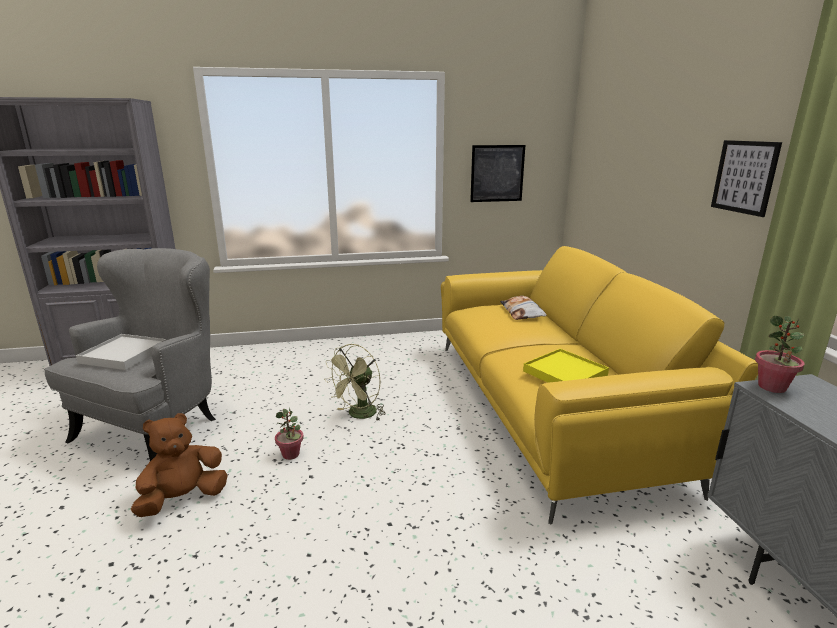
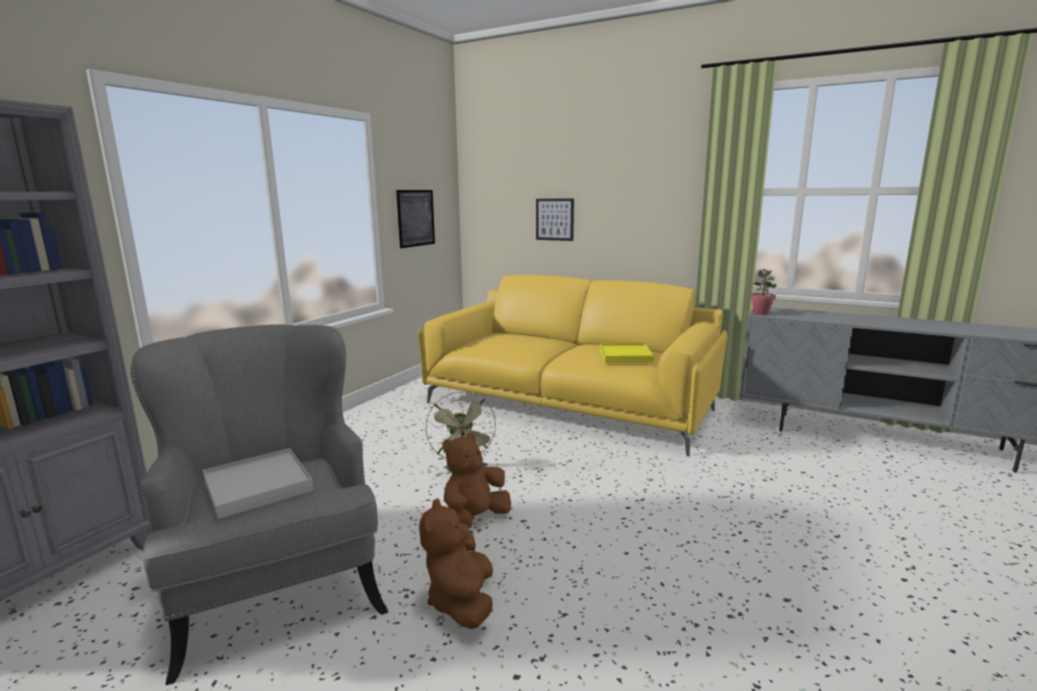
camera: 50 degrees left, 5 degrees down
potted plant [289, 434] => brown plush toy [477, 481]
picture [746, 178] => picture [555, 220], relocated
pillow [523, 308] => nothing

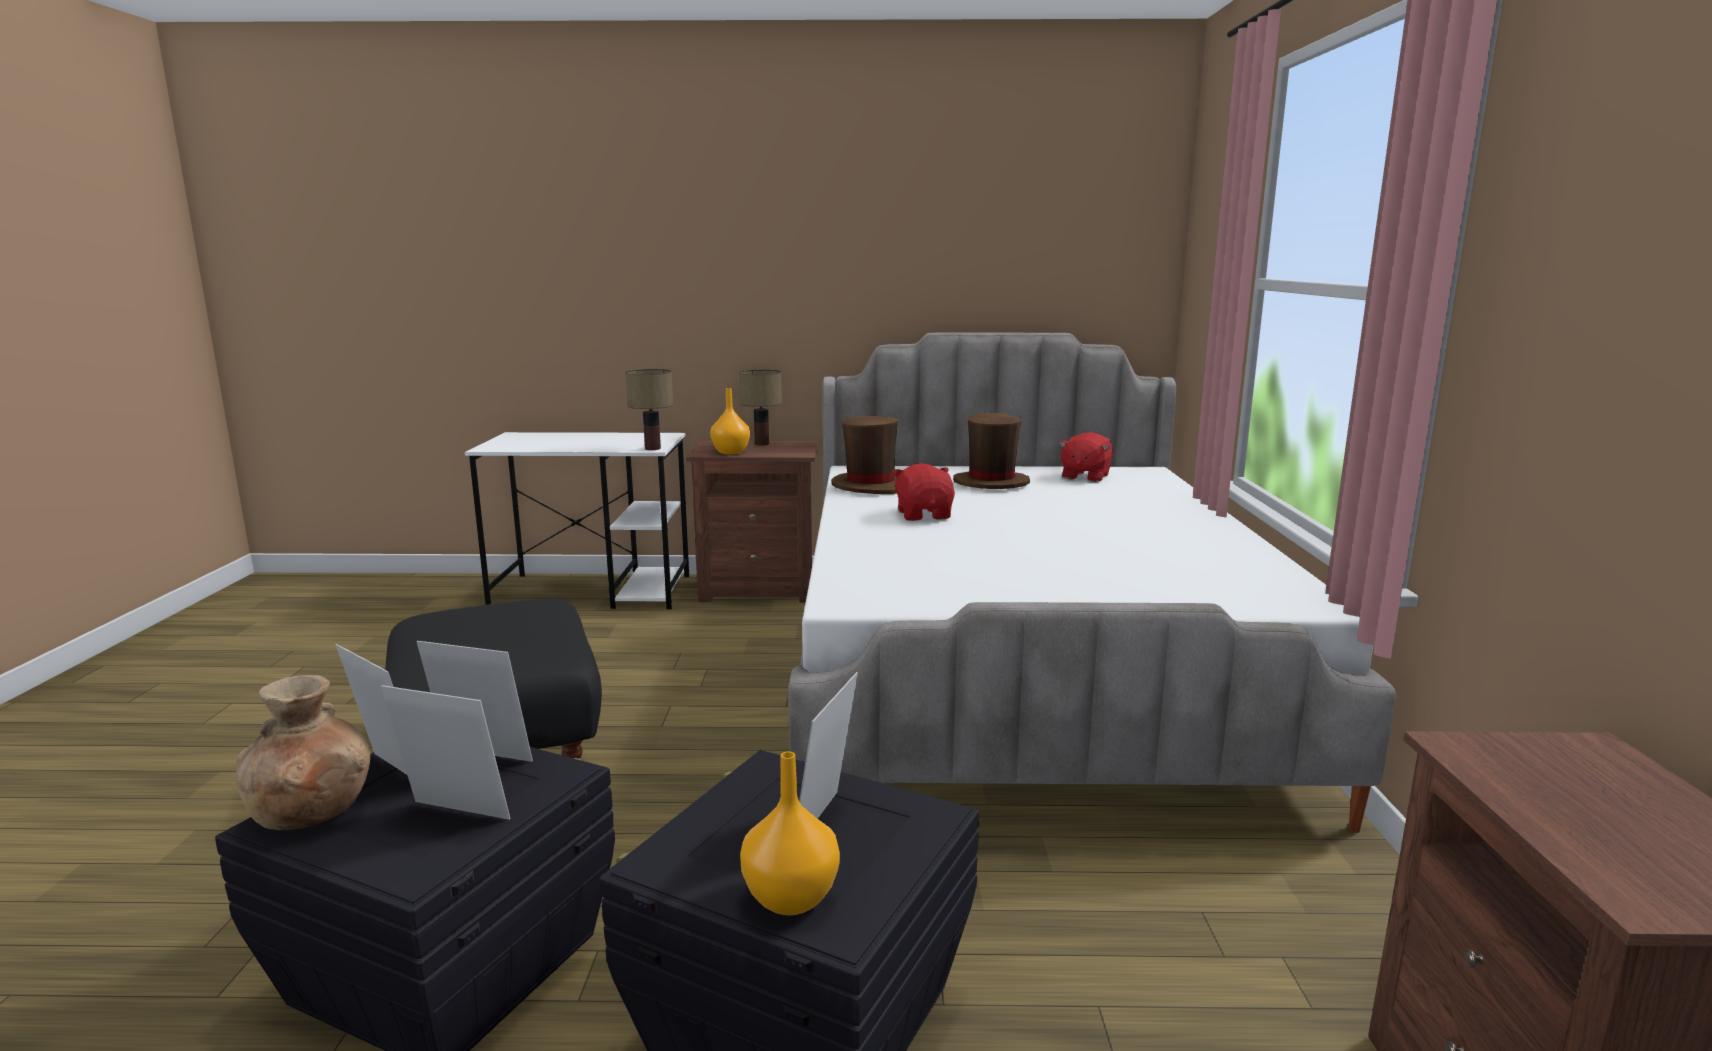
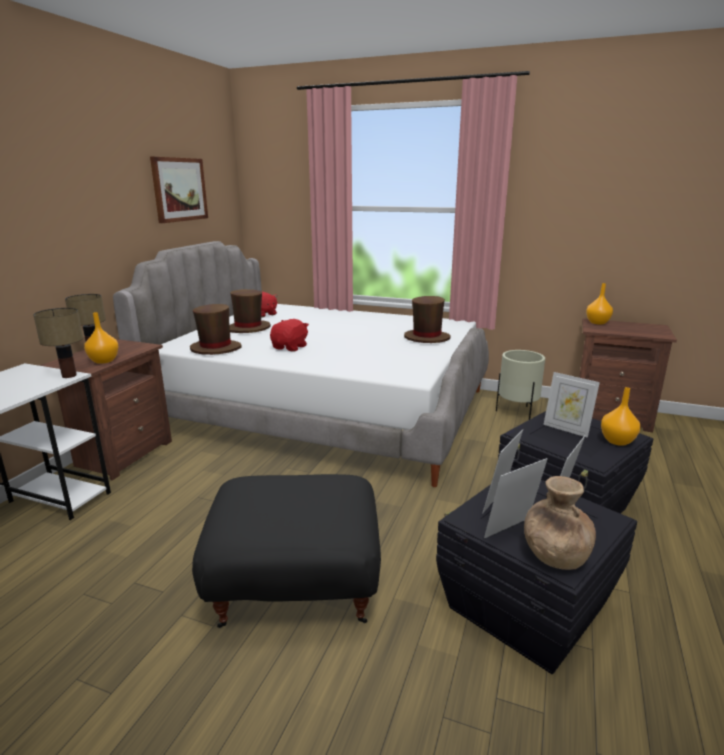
camera: 70 degrees left, 5 degrees up
nothing => picture [179, 190]
red plush toy [923, 492] => red plush toy [289, 335], 105 degrees clockwise
nothing => brown hat [427, 319]
nothing => beige planter [520, 385]
nothing => orange vase [599, 304]

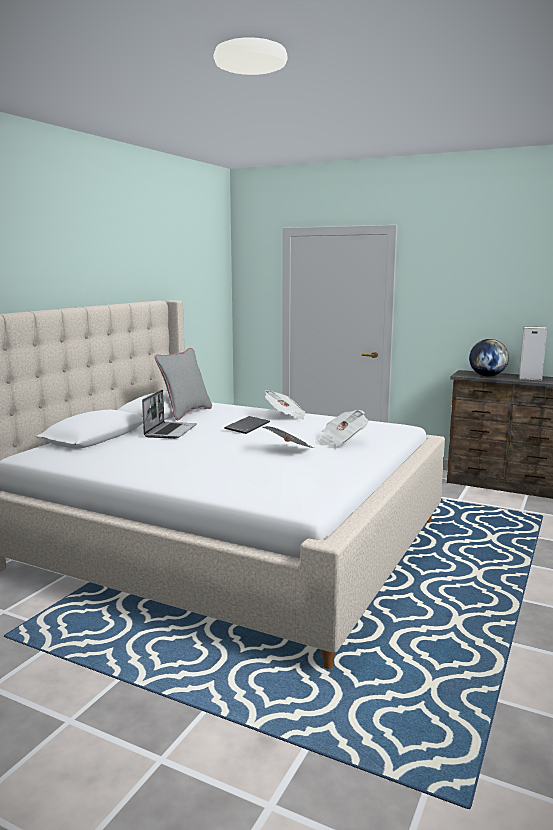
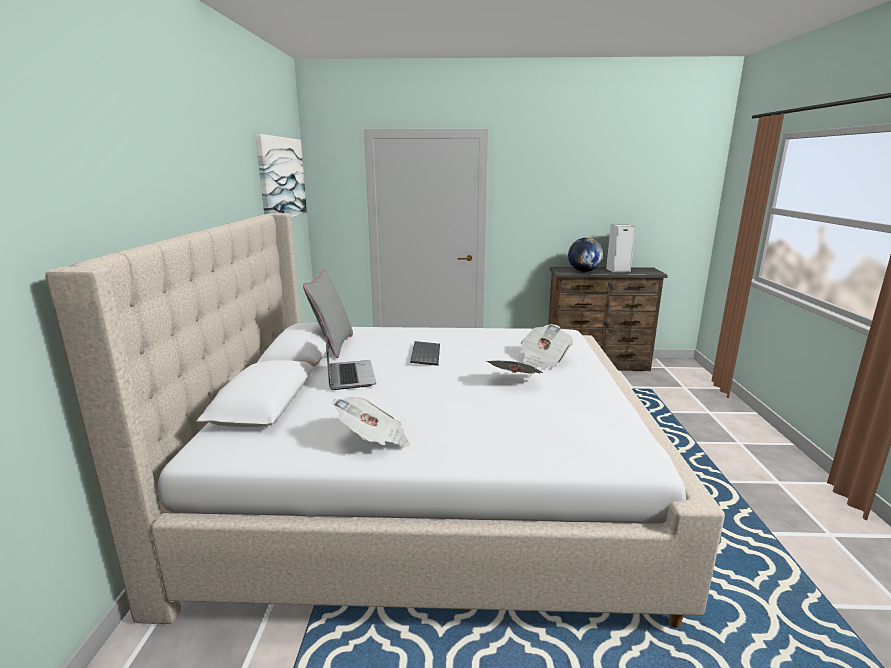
camera: 25 degrees left, 5 degrees up
nothing => picture [281, 175]
newspaper [285, 405] => newspaper [371, 421], relocated

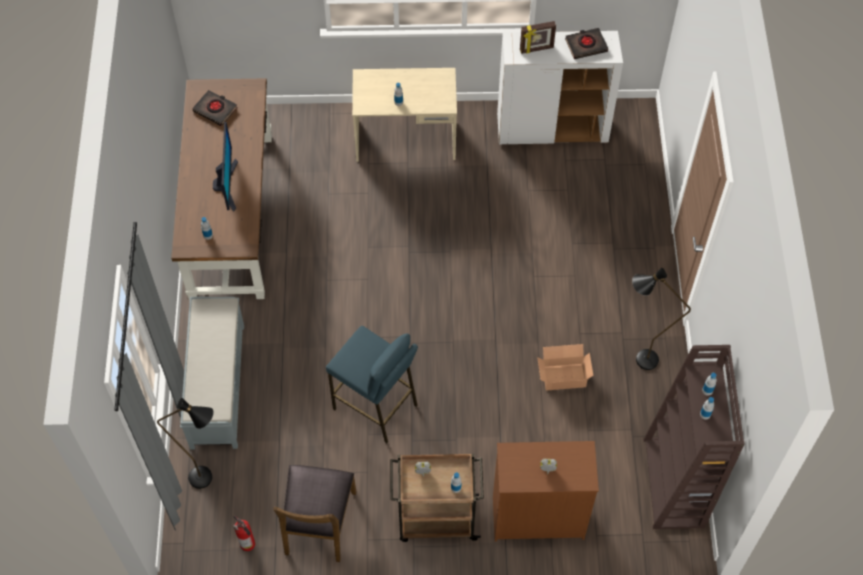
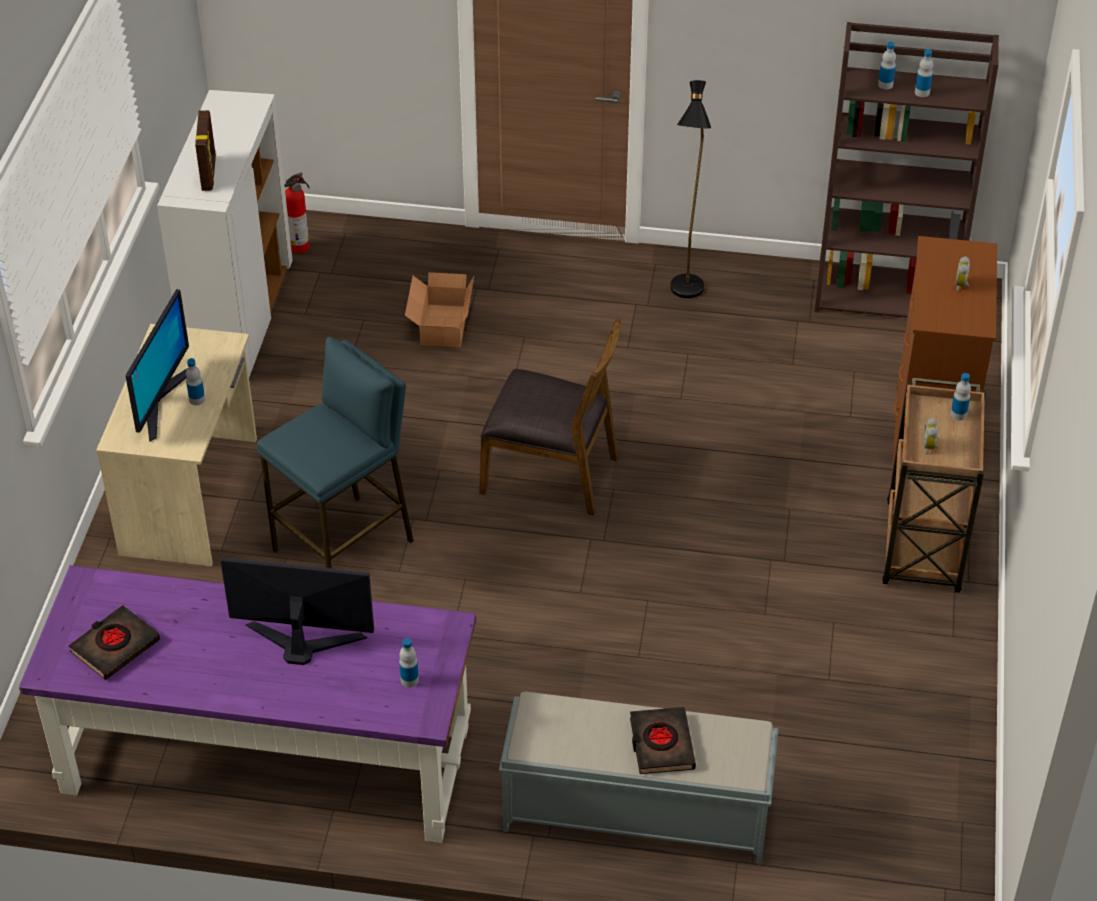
camera: 80 degrees left, 15 degrees down
brown desk [221, 189] => purple desk [247, 704]
nothing => monitor [157, 365]
blue stool [372, 384] => blue stool [335, 453], relocated
fire extinguisher [244, 533] => fire extinguisher [297, 213], relocated
cardboard box [565, 367] => cardboard box [439, 309], relocated
brown chair [315, 513] => brown chair [550, 416], relocated
black book [586, 43] => black book [663, 740], relocated
black floor lamp [185, 443] => nothing

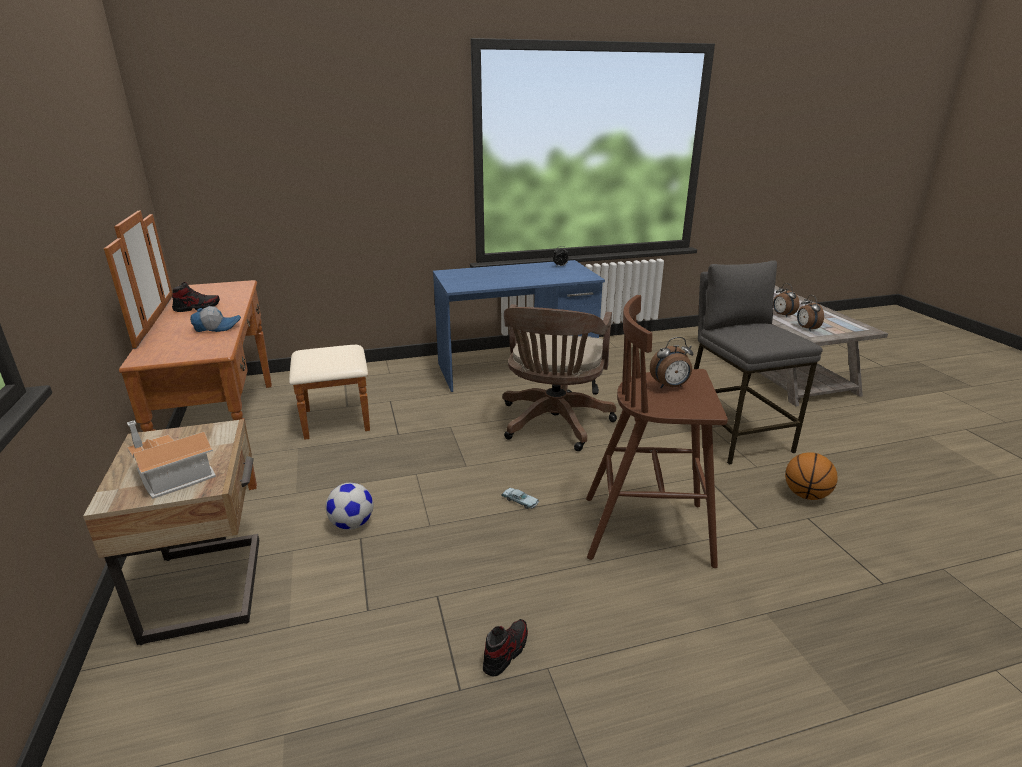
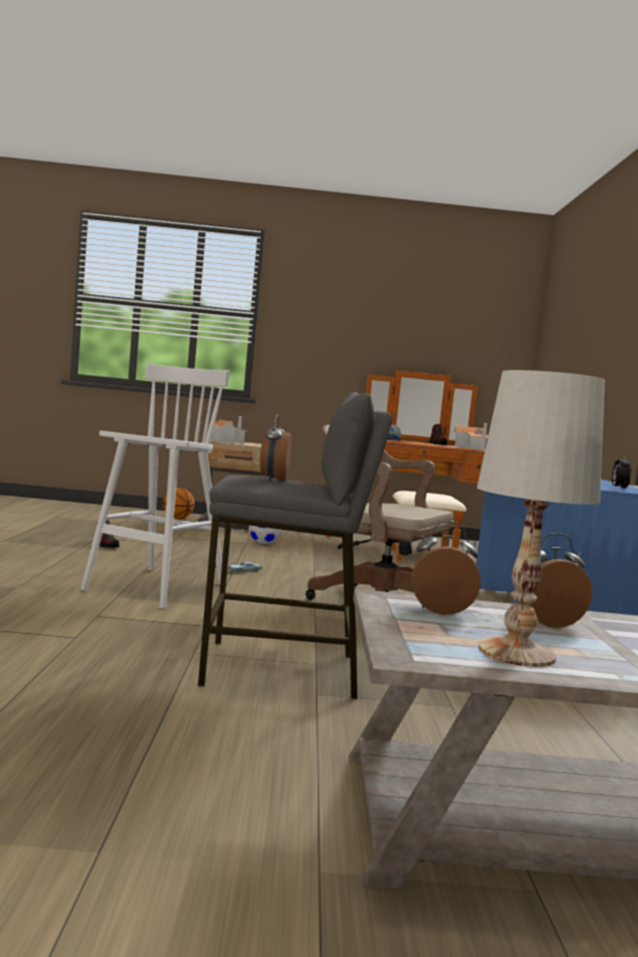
camera: 105 degrees right, 20 degrees down
brown stool [657, 431] => white stool [155, 486]
basketball [811, 476] => basketball [179, 503], relocated
alarm clock [671, 362] => alarm clock [276, 448], relocated
nothing => toy house [470, 436]
nothing => white table lamp [541, 518]

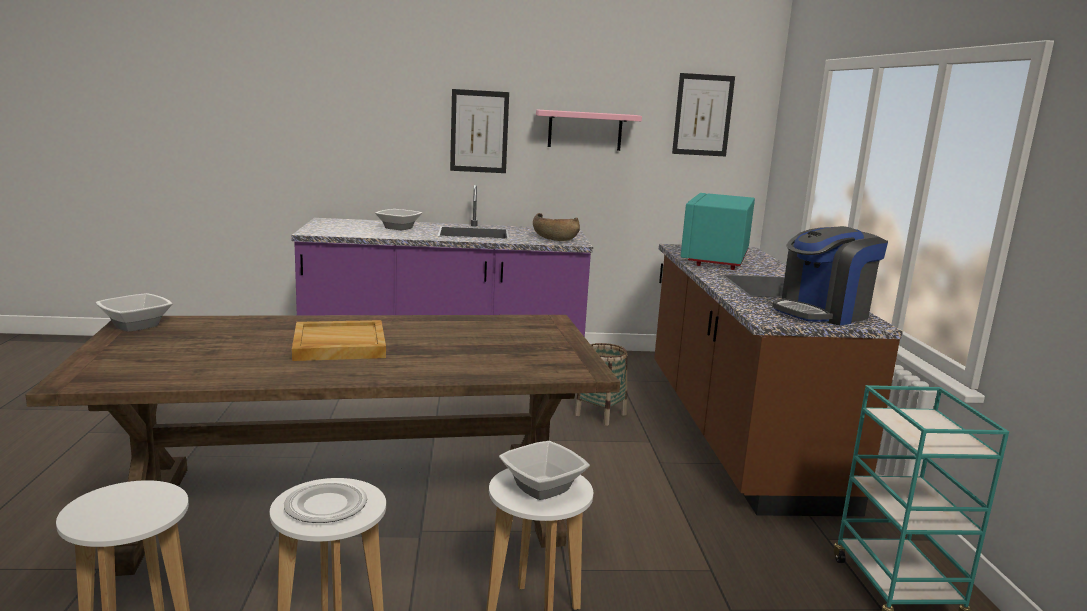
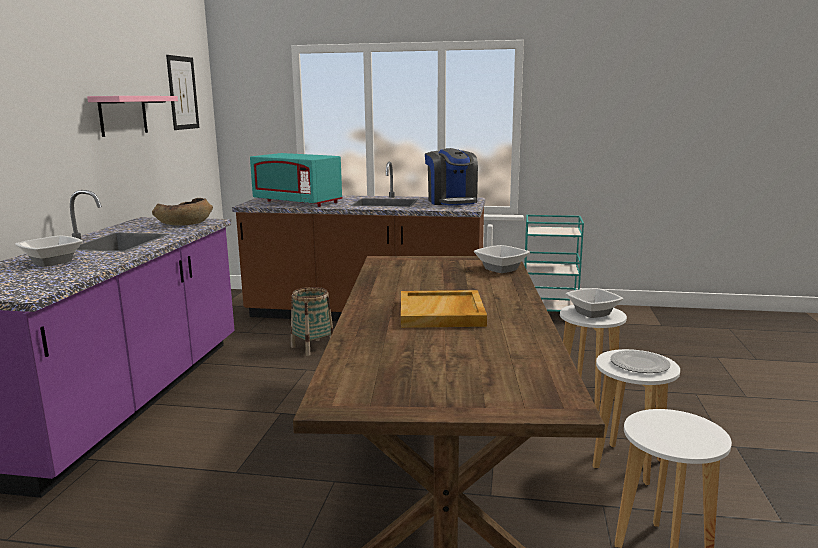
camera: 75 degrees left, 0 degrees up
bowl [134, 312] => bowl [502, 259], relocated
picture [479, 131] => nothing

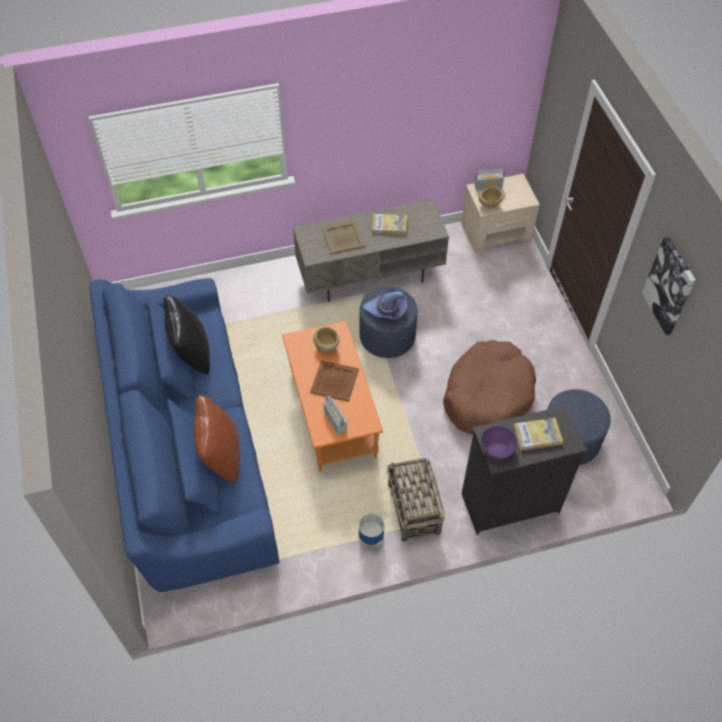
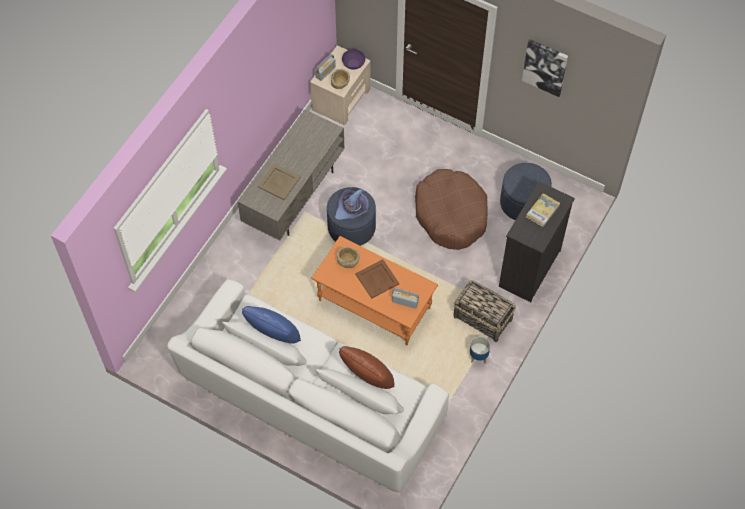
camera: 45 degrees left, 5 degrees up
blue sofa [184, 435] => white sofa [308, 386]
black pillow [186, 335] => blue pillow [271, 324]
purple bowl [499, 442] => purple bowl [353, 59], relocated
book [389, 224] => nothing

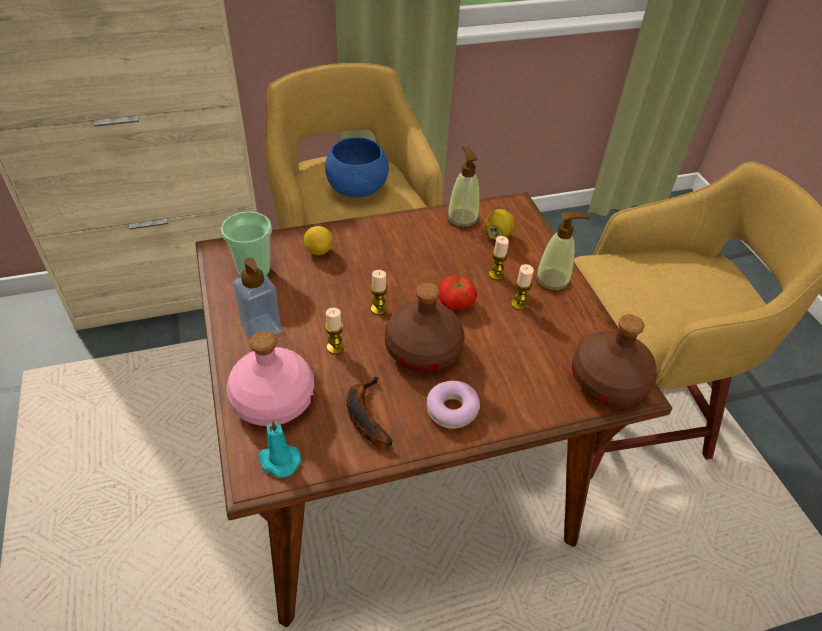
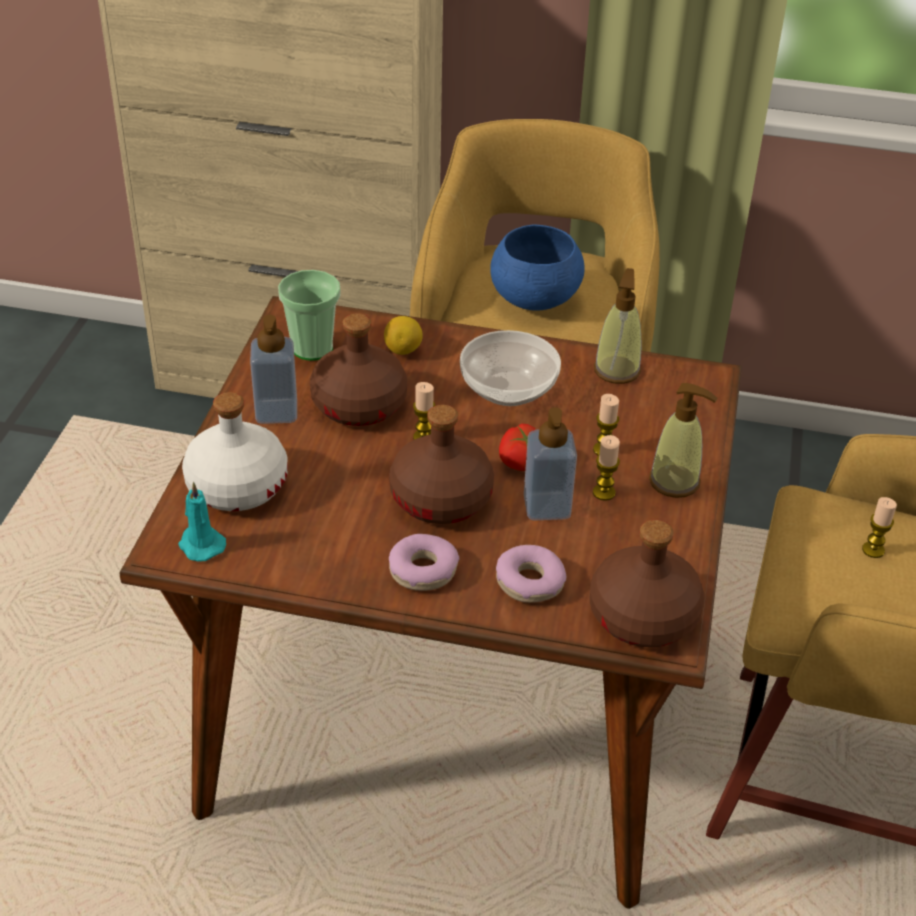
camera: 30 degrees right, 5 degrees down
pink bottle [270, 378] => white bottle [235, 451]
nothing => brown bottle [358, 369]
nothing => bowl [510, 368]
nothing => donut [531, 574]
nothing => soap dispenser [550, 464]
candle [334, 331] => candle [879, 527], relocated
banana [369, 411] => nothing
lemon [499, 224] => nothing

